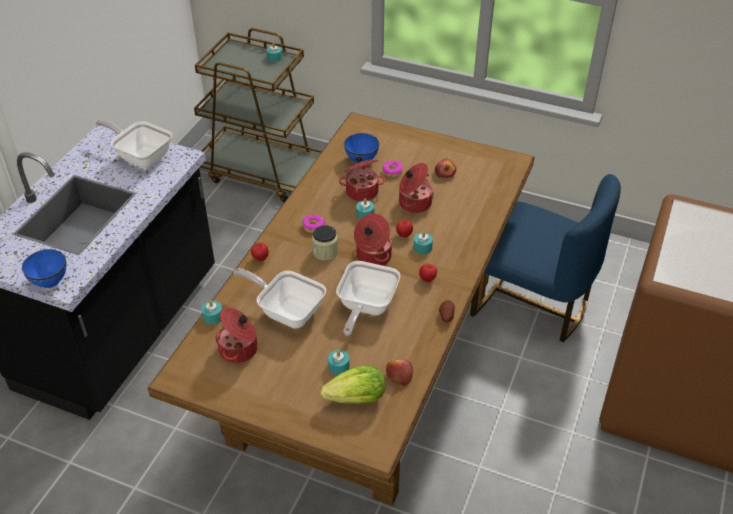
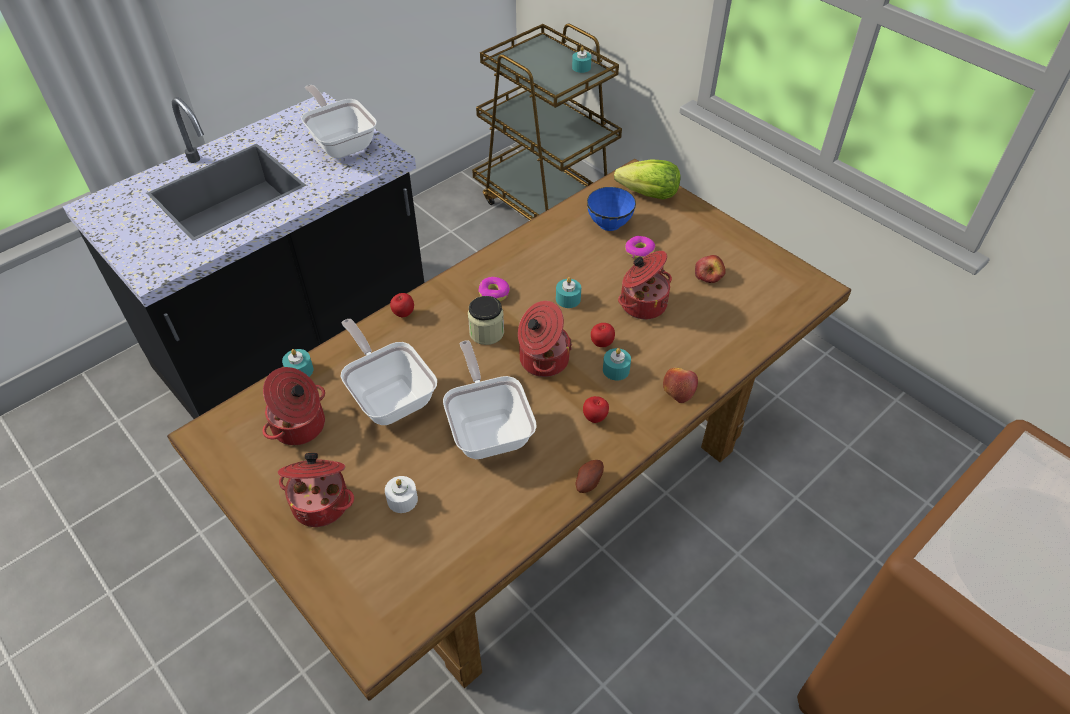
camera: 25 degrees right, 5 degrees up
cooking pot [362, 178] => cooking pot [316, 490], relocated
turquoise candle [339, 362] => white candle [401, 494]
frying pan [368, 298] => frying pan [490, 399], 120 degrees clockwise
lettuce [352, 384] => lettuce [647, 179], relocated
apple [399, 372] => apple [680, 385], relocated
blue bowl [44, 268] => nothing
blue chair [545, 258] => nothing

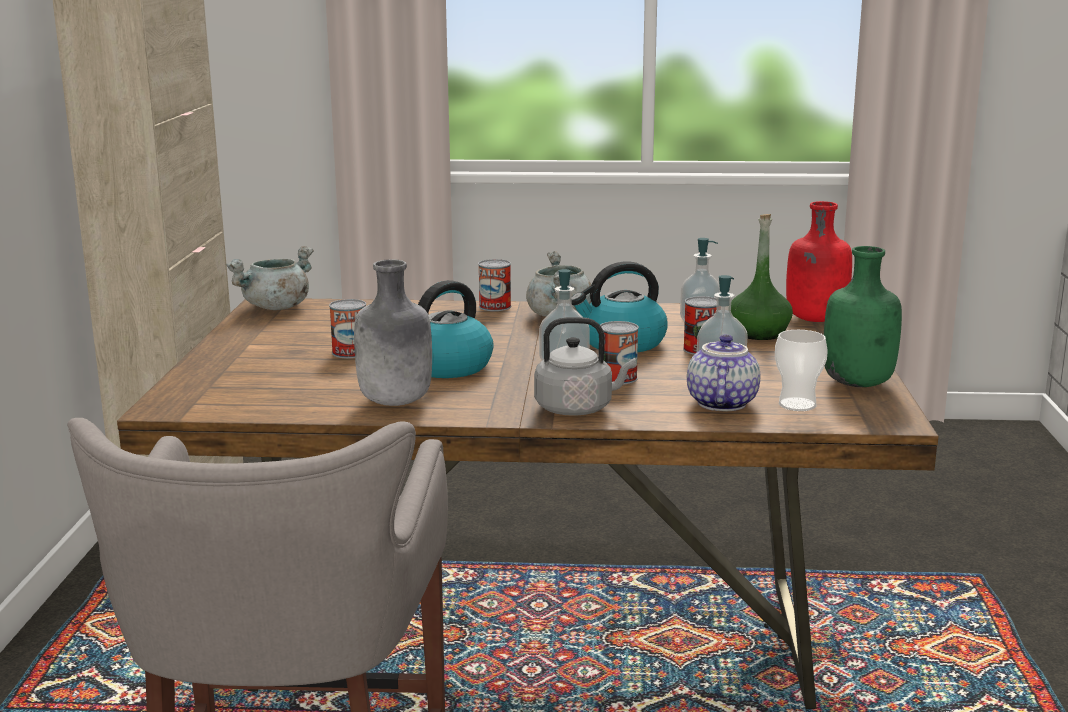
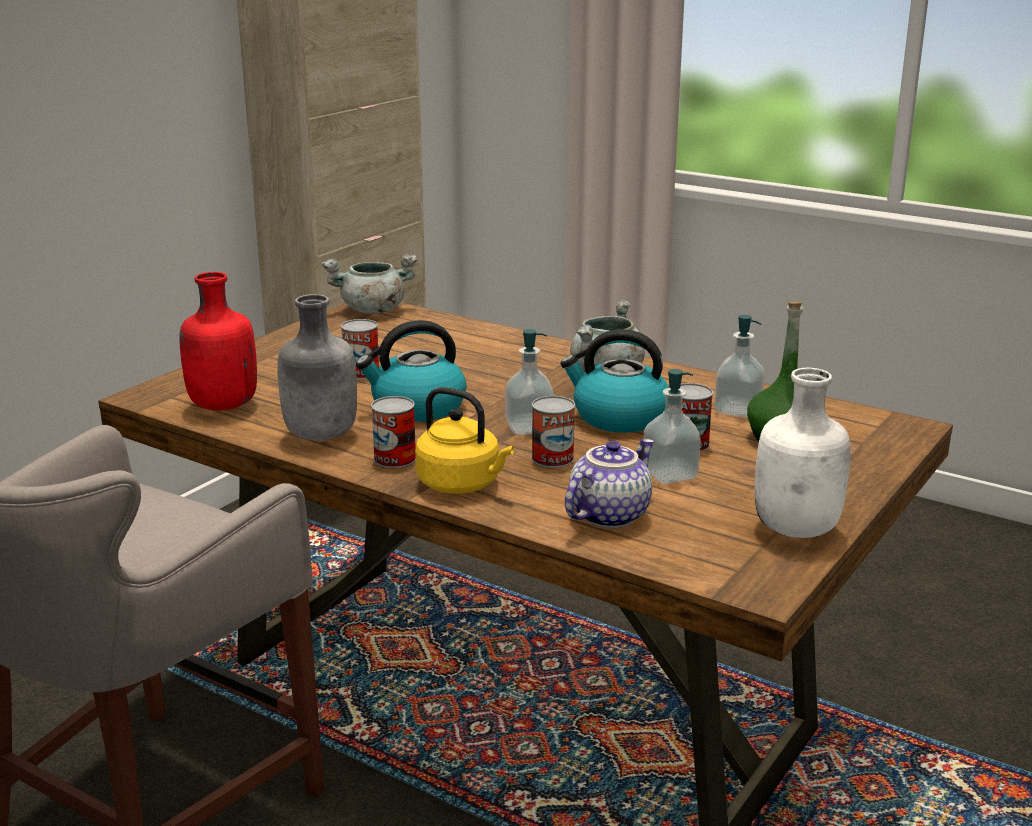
camera: 30 degrees right, 5 degrees up
red bottle [819, 261] => red bottle [218, 341], relocated
can [494, 285] => can [393, 432], relocated
grey kettle [585, 366] => yellow kettle [464, 440]
green bottle [863, 316] => white bottle [803, 453]
cup [801, 370] => nothing

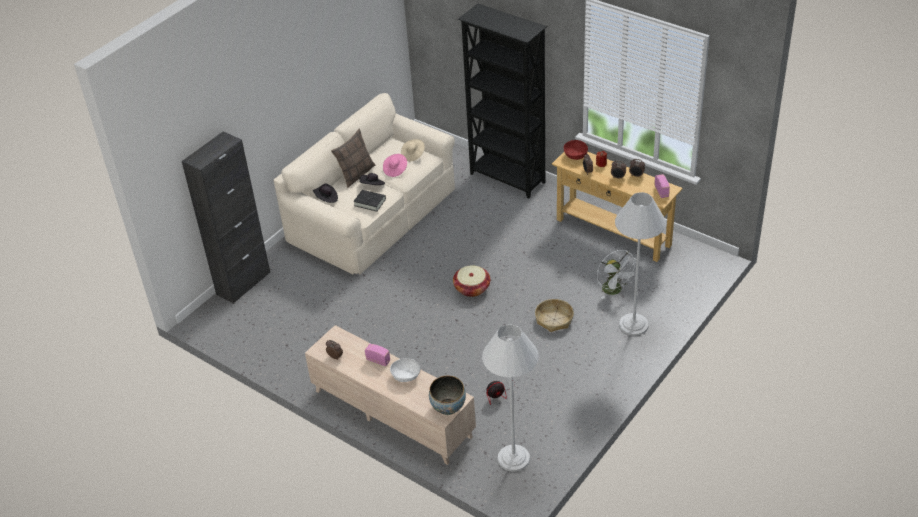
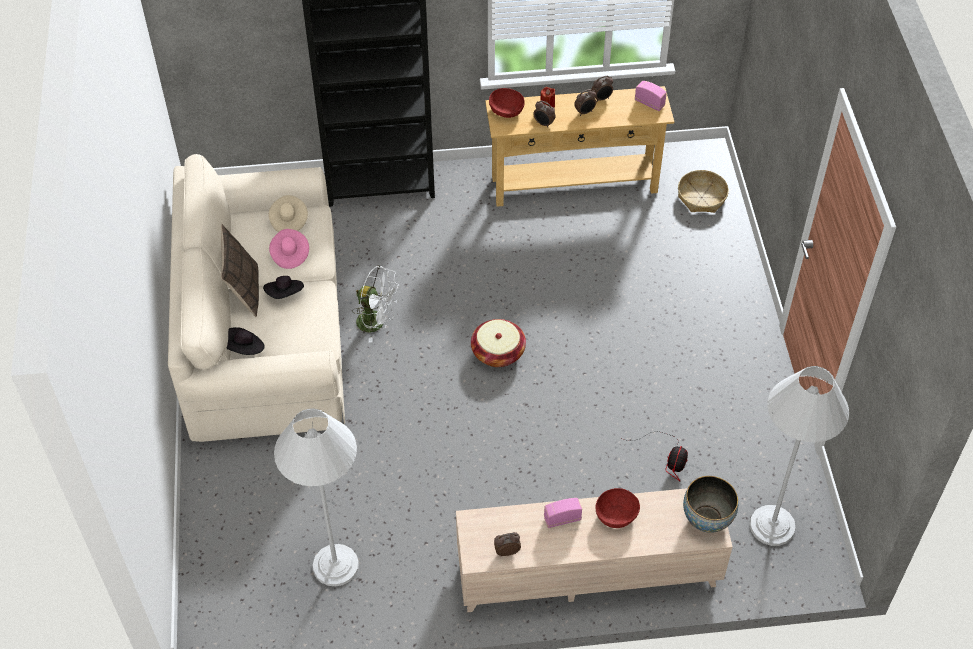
camera: 45 degrees left, 10 degrees up
white floor lamp [640, 264] => white floor lamp [316, 497], relocated
white fan [616, 274] => white fan [375, 304], relocated
white bowl [405, 370] => red bowl [617, 508]
basket [554, 315] => basket [703, 191], relocated
black cabinet [226, 217] => nothing
black book [369, 201] => nothing

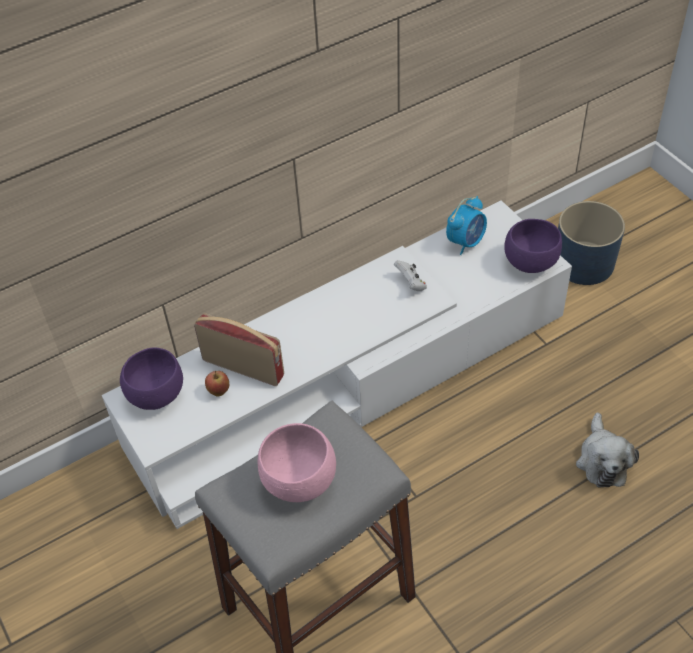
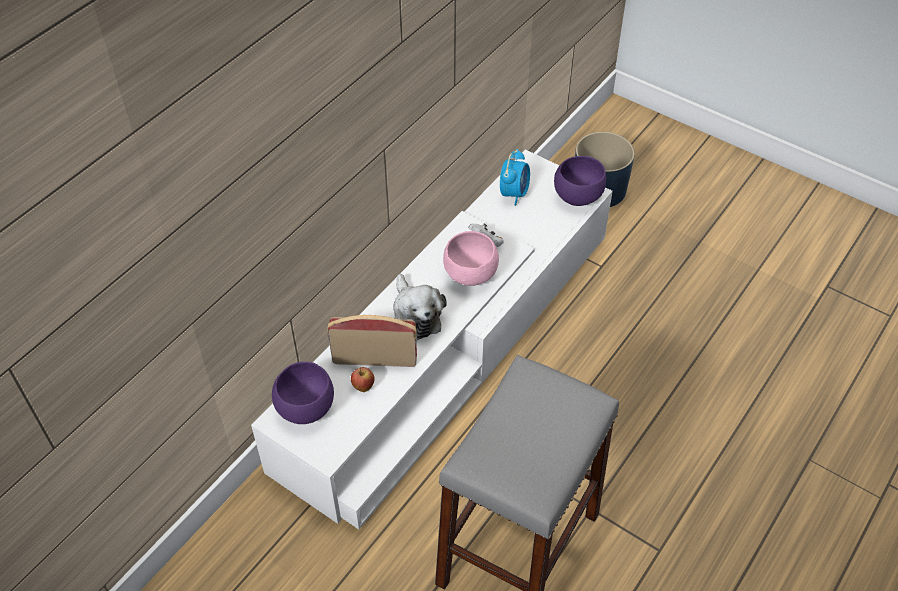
camera: 25 degrees left, 0 degrees up
plush toy [607, 450] => plush toy [420, 307], relocated
pink bowl [296, 462] => pink bowl [471, 258], relocated

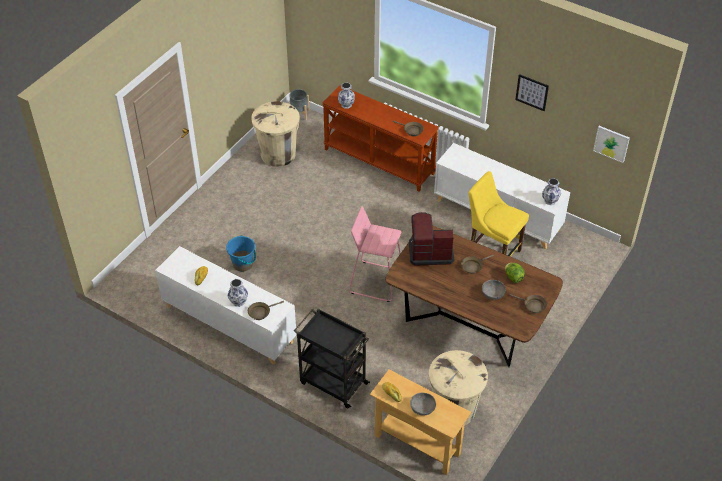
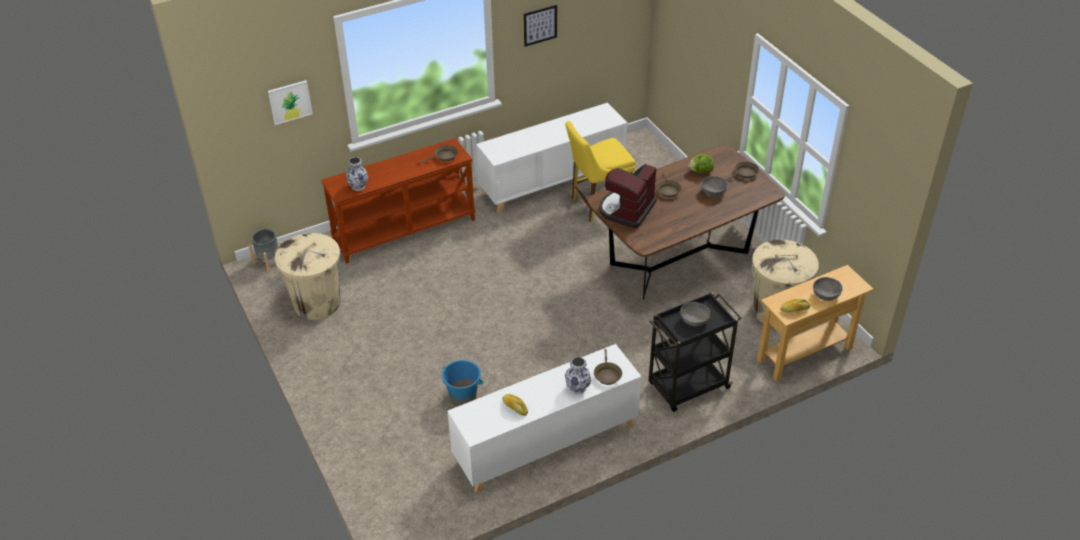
camera: 60 degrees left, 5 degrees down
picture [611, 144] => picture [290, 102], relocated
nothing => grey bowl [695, 314]
pink stool [375, 254] => nothing
vase [551, 191] => nothing

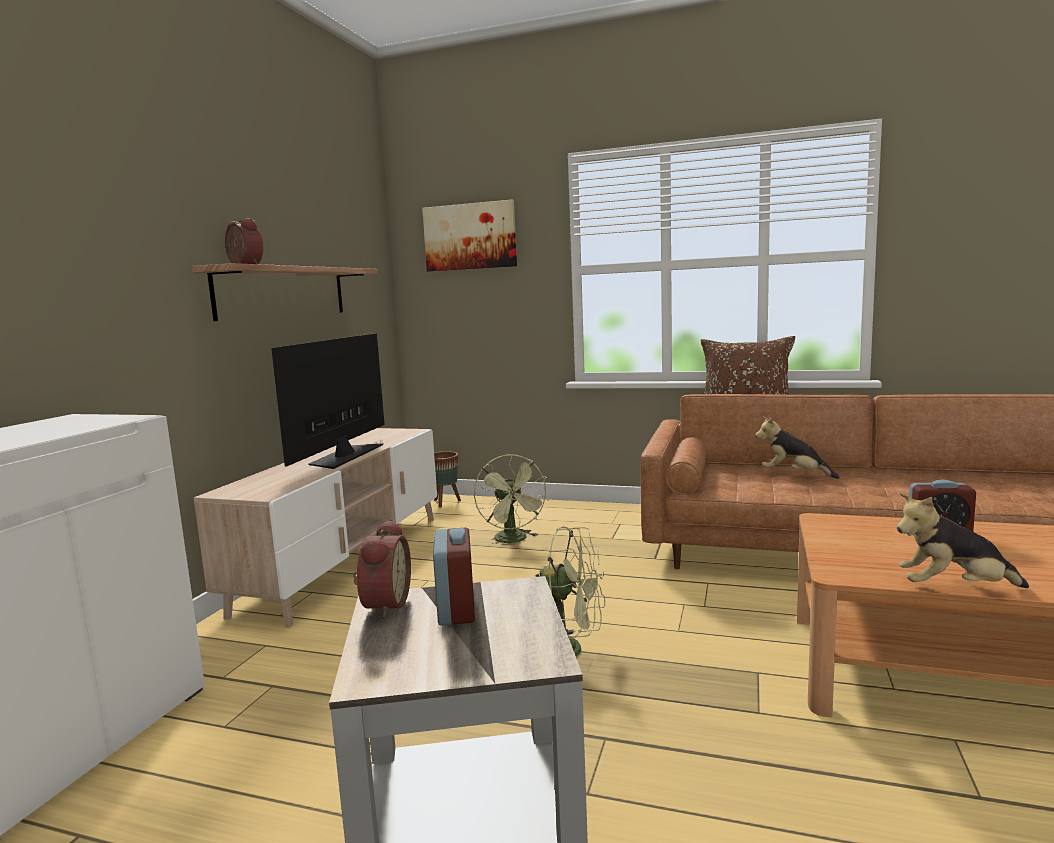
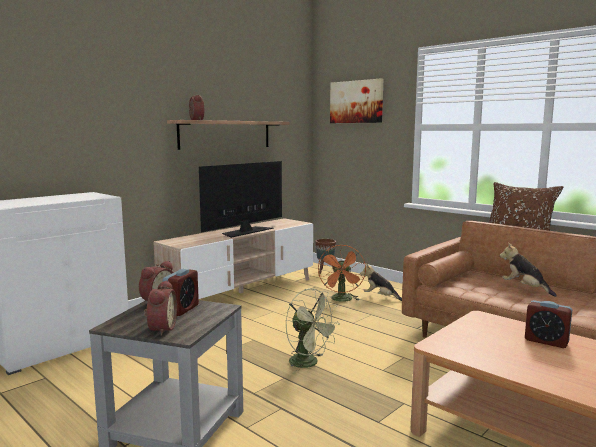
camera: 25 degrees right, 0 degrees up
nothing => alarm clock [160, 308]
green fan [511, 500] => orange fan [342, 273]
plush toy [963, 540] => plush toy [381, 282], relocated

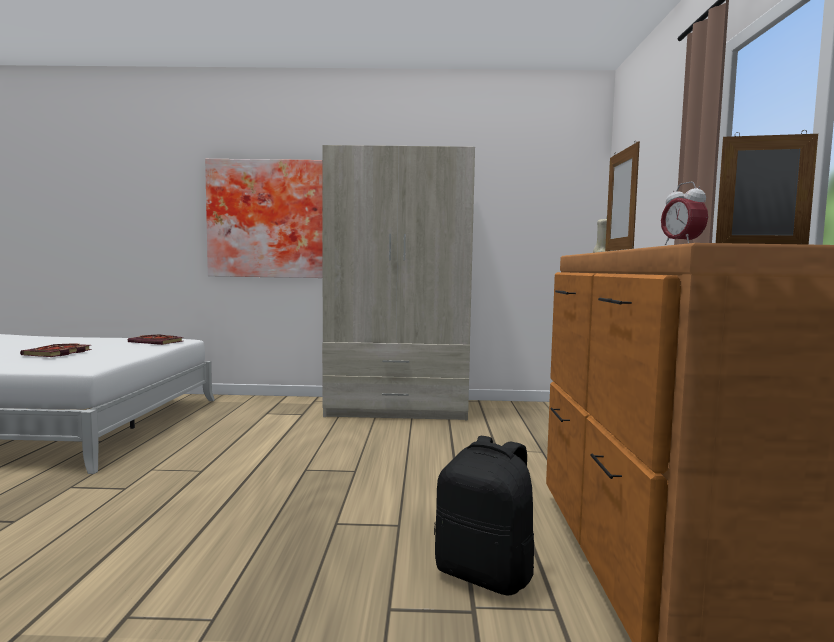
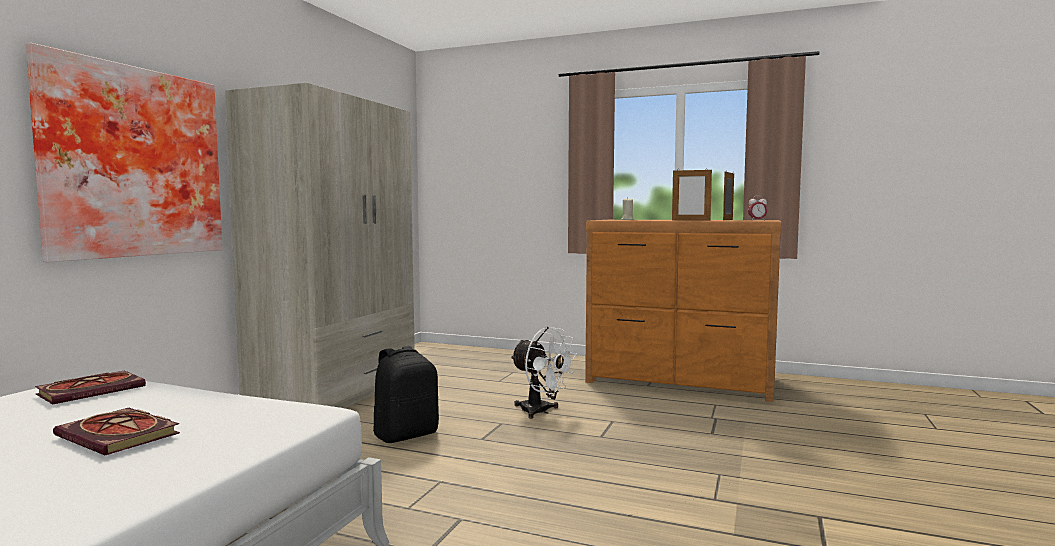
camera: 70 degrees left, 0 degrees up
black backpack [484, 515] => black backpack [406, 394], relocated
nothing => white fan [544, 373]

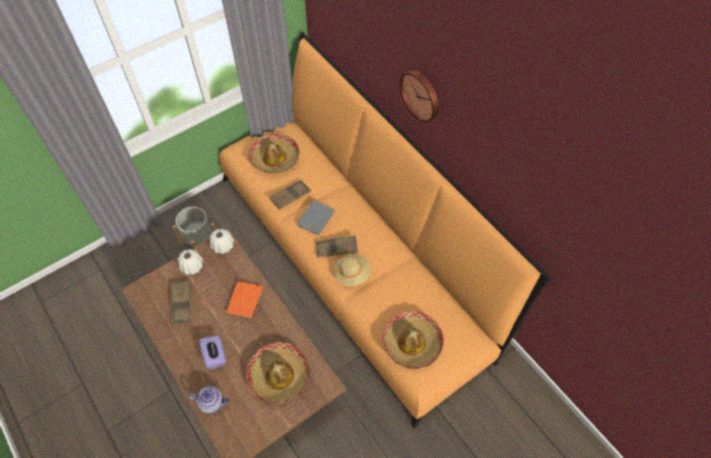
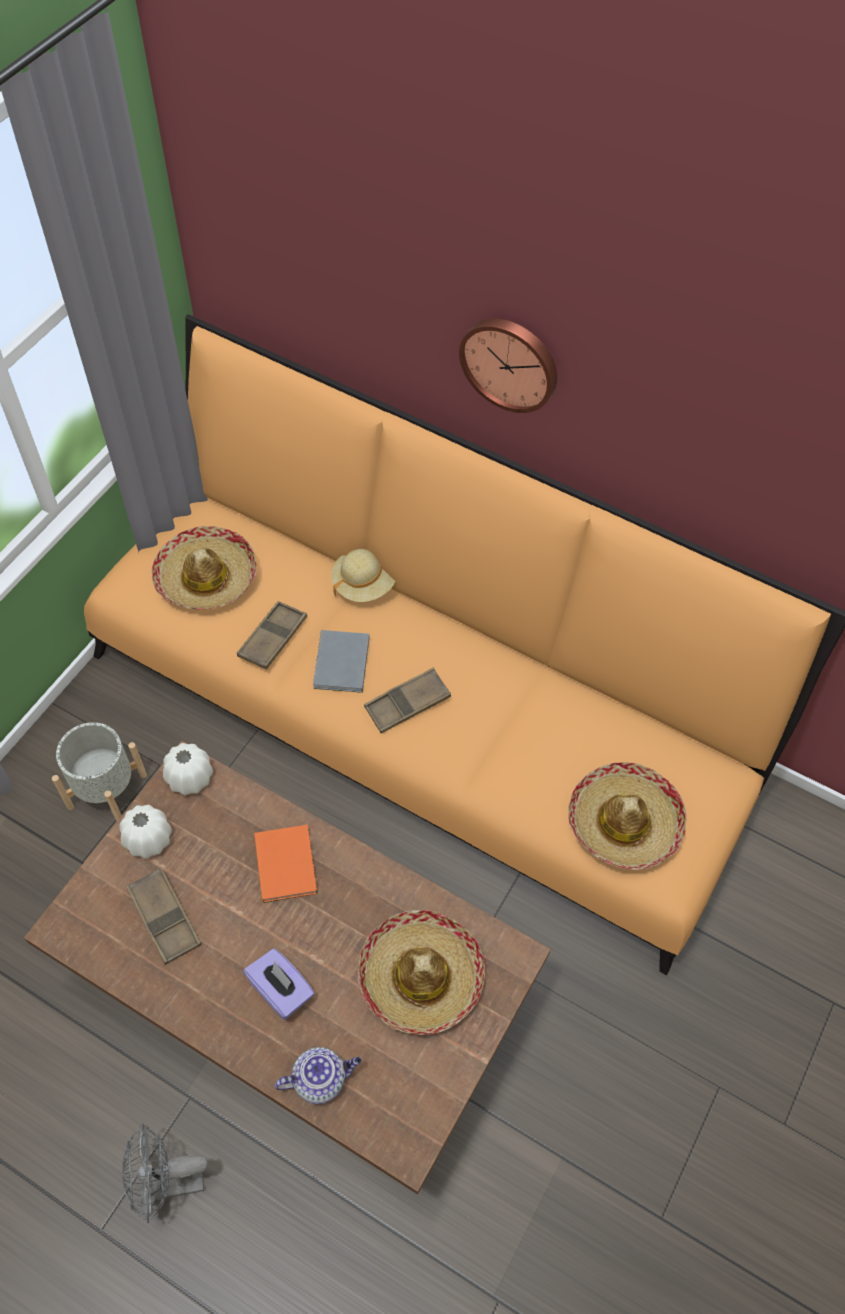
camera: 25 degrees left, 0 degrees up
nothing => grey fan [165, 1173]
beige hat [352, 270] => beige hat [363, 575], relocated

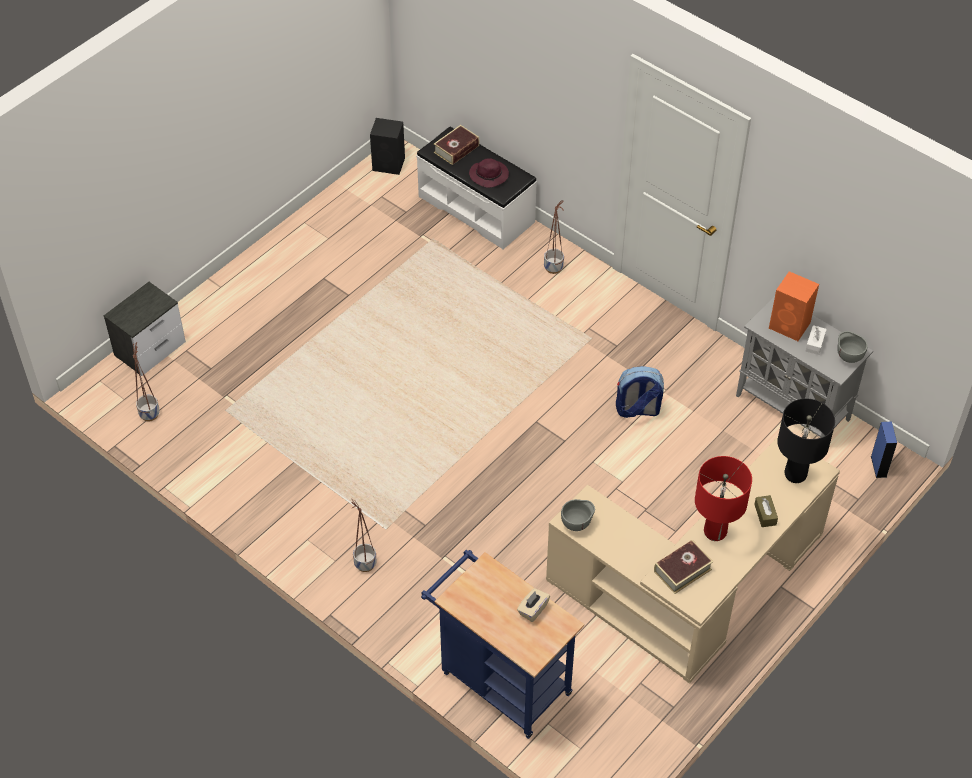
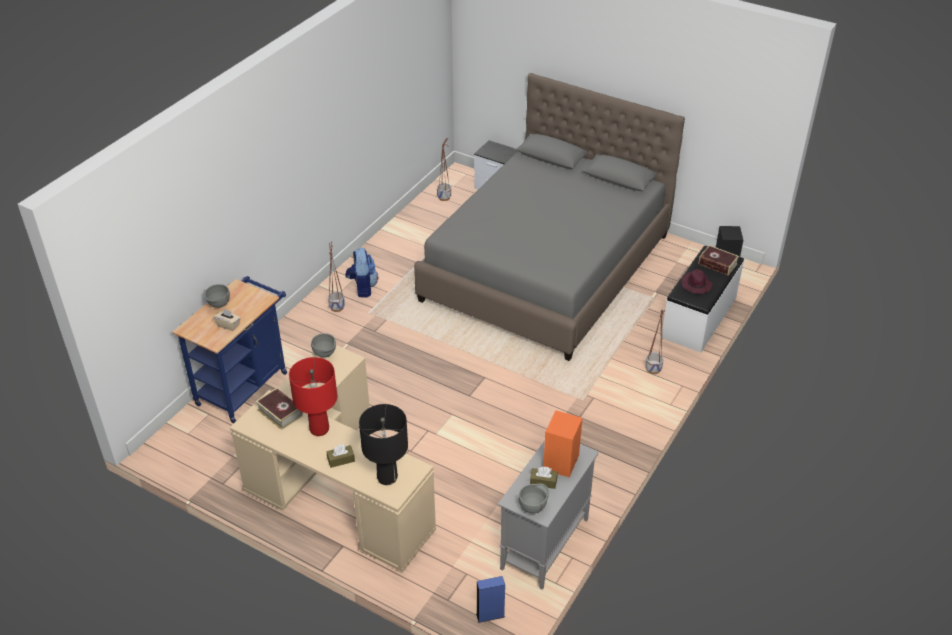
camera: 80 degrees right, 10 degrees down
nothing => grey bowl [217, 296]
backpack [640, 392] => backpack [361, 273], relocated
nothing => grey bed [549, 217]
white tissue box [816, 340] => brown tissue box [544, 478]

